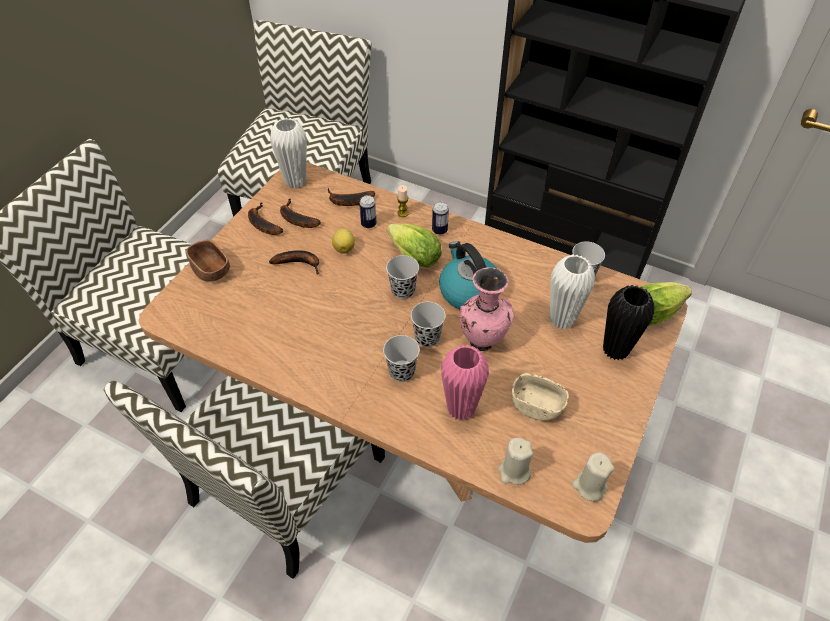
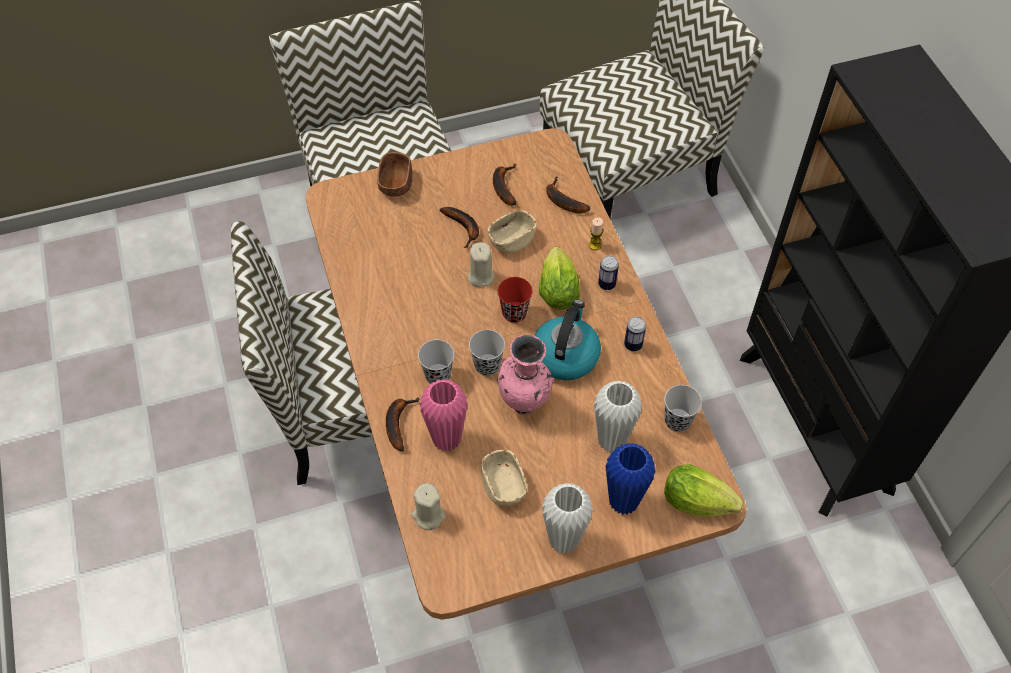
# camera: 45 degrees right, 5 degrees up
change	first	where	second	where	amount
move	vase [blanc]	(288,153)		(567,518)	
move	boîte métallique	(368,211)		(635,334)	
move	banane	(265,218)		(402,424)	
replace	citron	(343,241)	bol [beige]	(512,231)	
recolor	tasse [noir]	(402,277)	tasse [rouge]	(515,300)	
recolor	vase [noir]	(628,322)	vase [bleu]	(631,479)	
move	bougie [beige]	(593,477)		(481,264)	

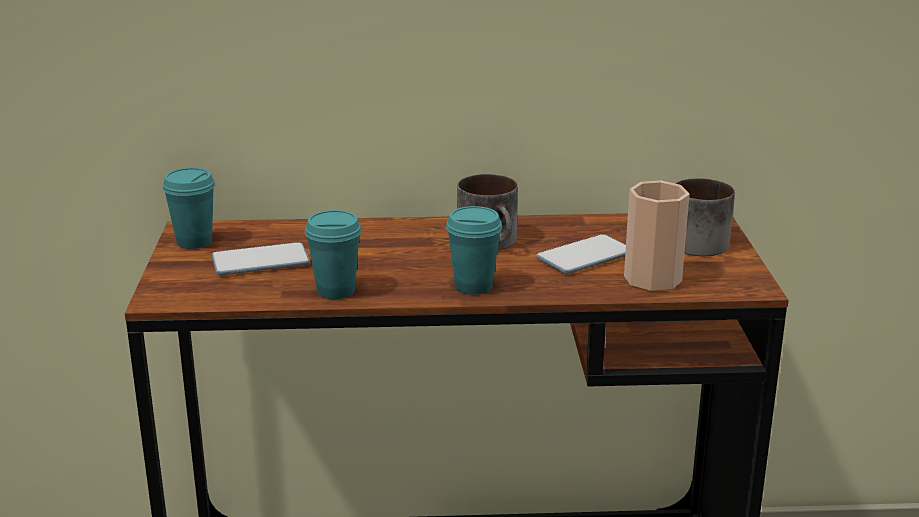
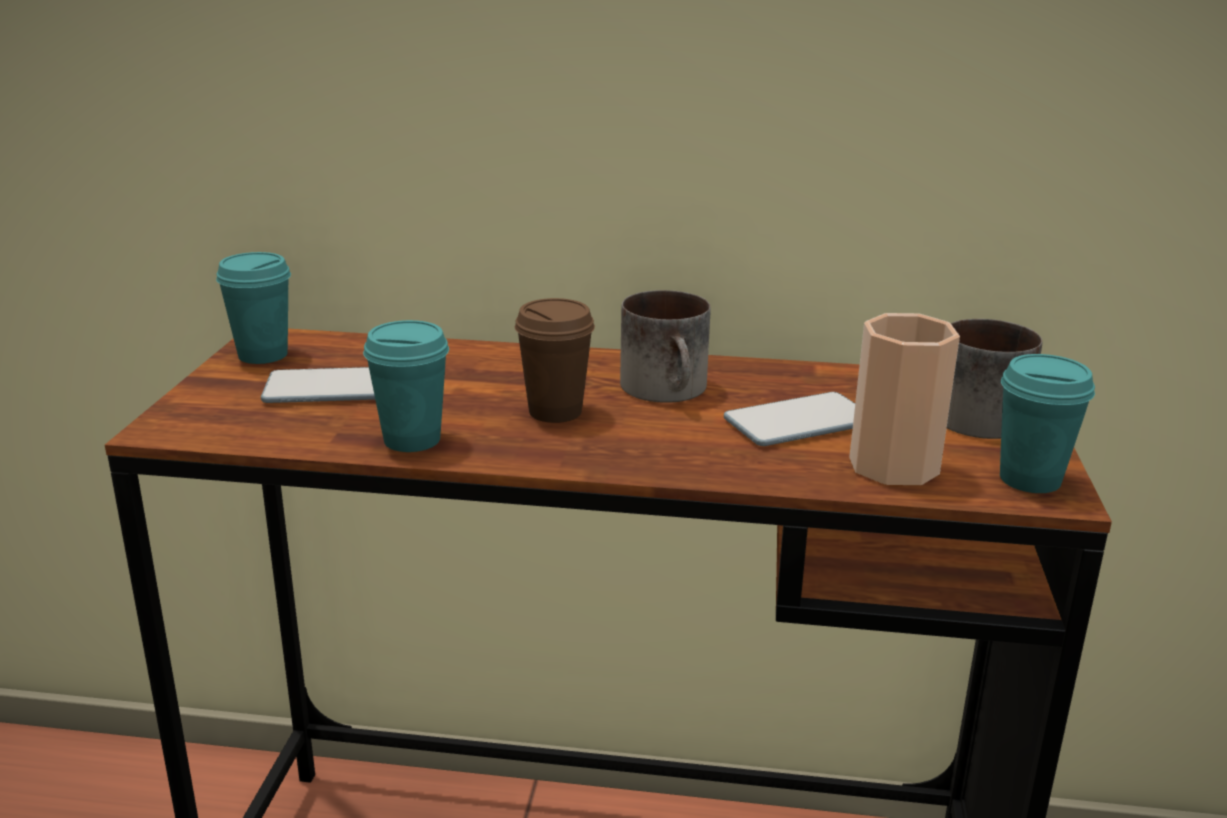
# camera: 10 degrees right, 0 degrees up
change	first	where	second	where	amount
move	tasse [turquoise]	(474,250)		(1047,423)	
insert			tasse [marron]	(555,360)	

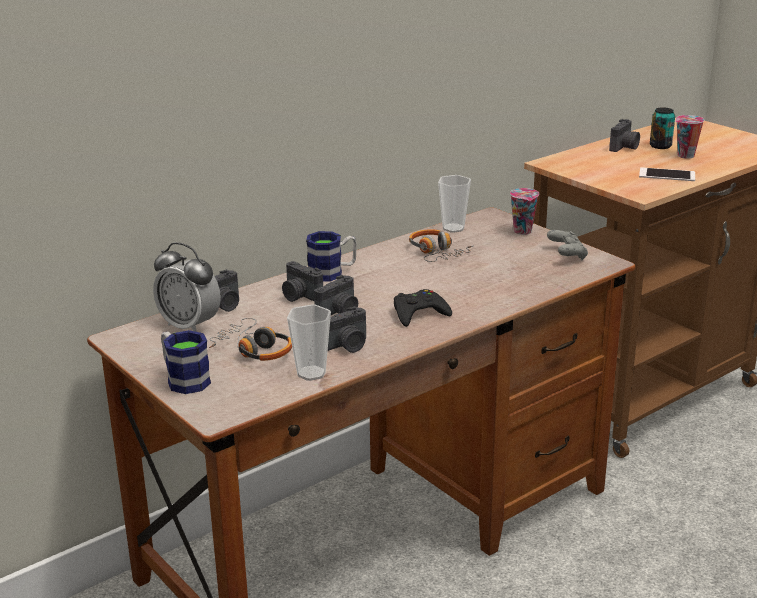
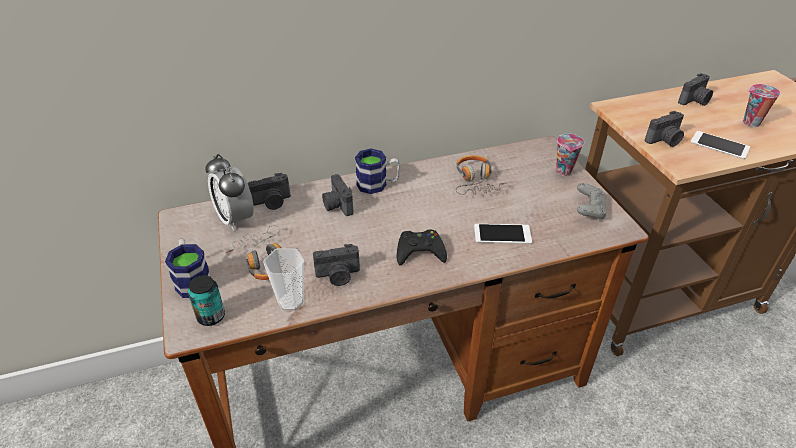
# camera: 20 degrees right, 15 degrees up
change	first	where	second	where	amount
move	boîte métallique	(662,128)		(206,300)	
delete	tasse	(454,204)			
move	appareil photo	(336,295)		(664,129)	
insert			téléphone	(503,234)	

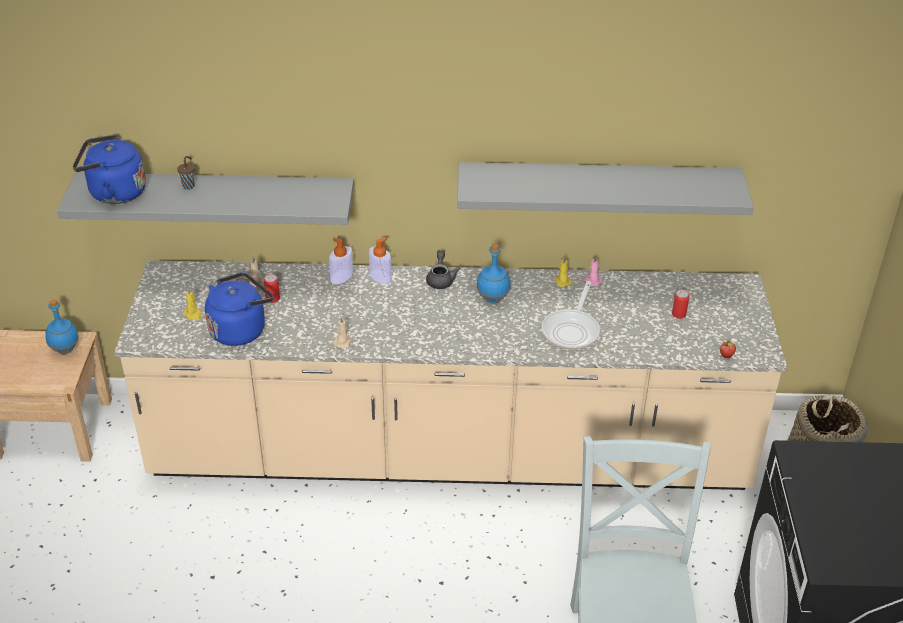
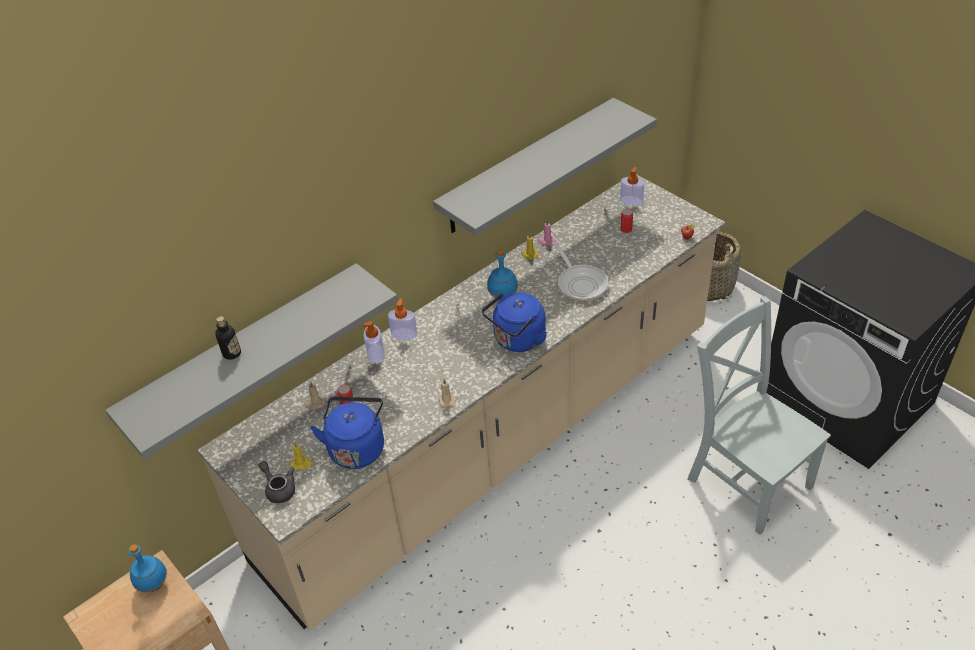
# camera: 40 degrees left, 5 degrees up
change	first	where	second	where	amount
move	bouilloire [bleu]	(109,169)		(514,322)	
replace	tasse [marron]	(186,173)	bouteille	(228,338)	
move	théière [gris]	(443,269)		(276,482)	
insert			distributeur de savon	(632,186)	

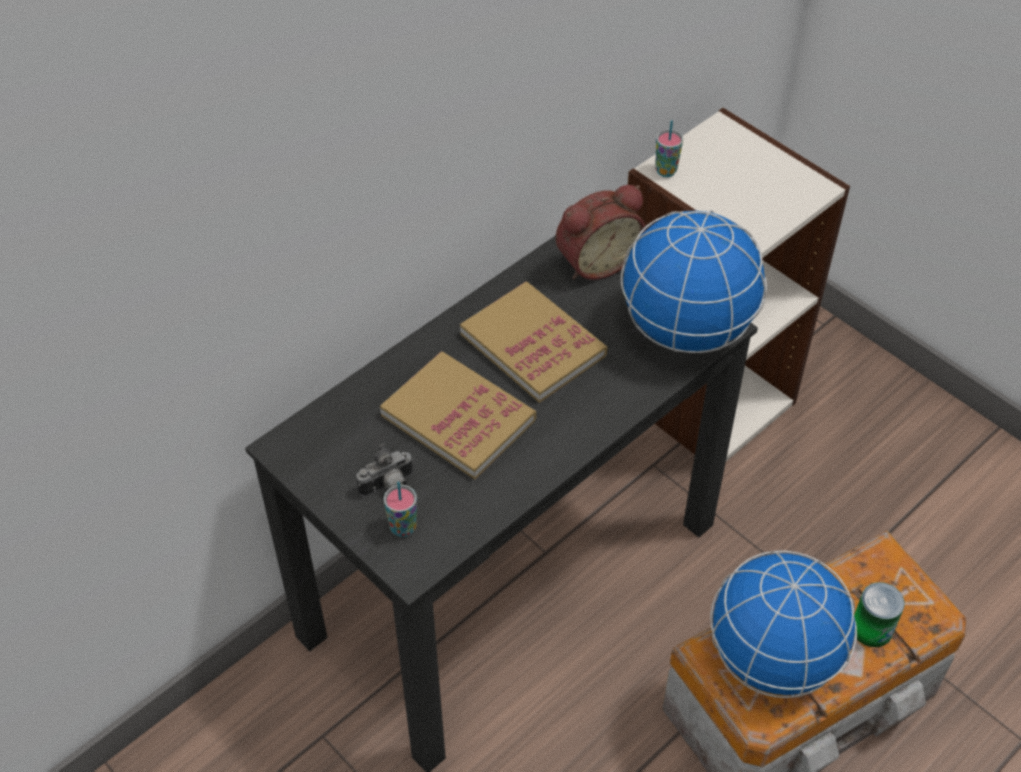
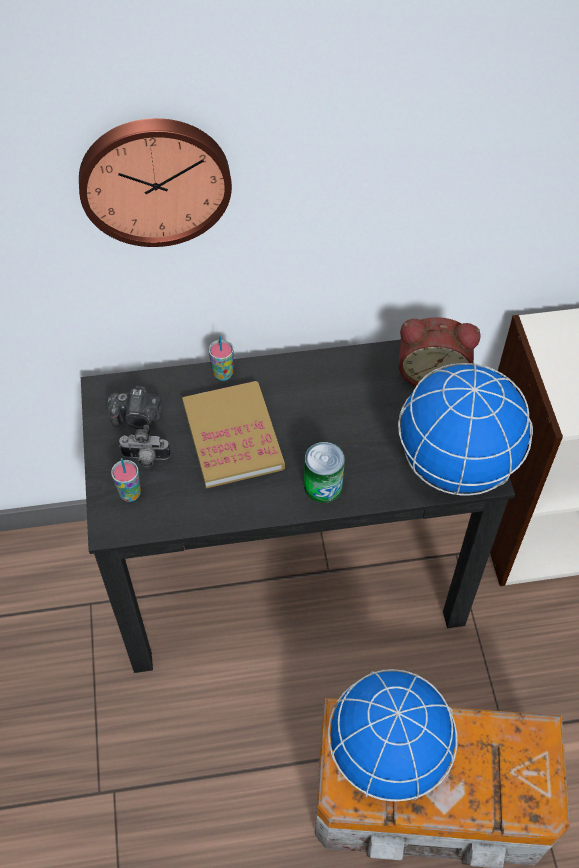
# camera: 35 degrees right, 5 degrees up
change	first	where	second	where	amount
move	tasse	(669,148)		(221,358)	
delete	livre	(533,342)			
move	boîte métallique	(879,614)		(324,472)	
insert			horloge murale	(155,182)	
insert			appareil photo	(135,407)	

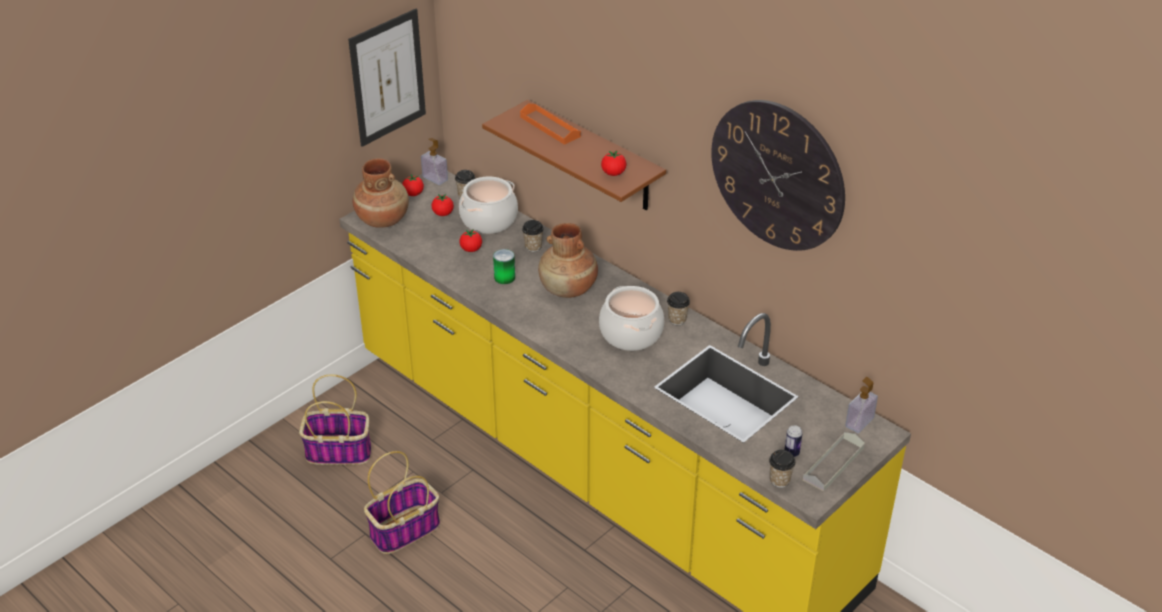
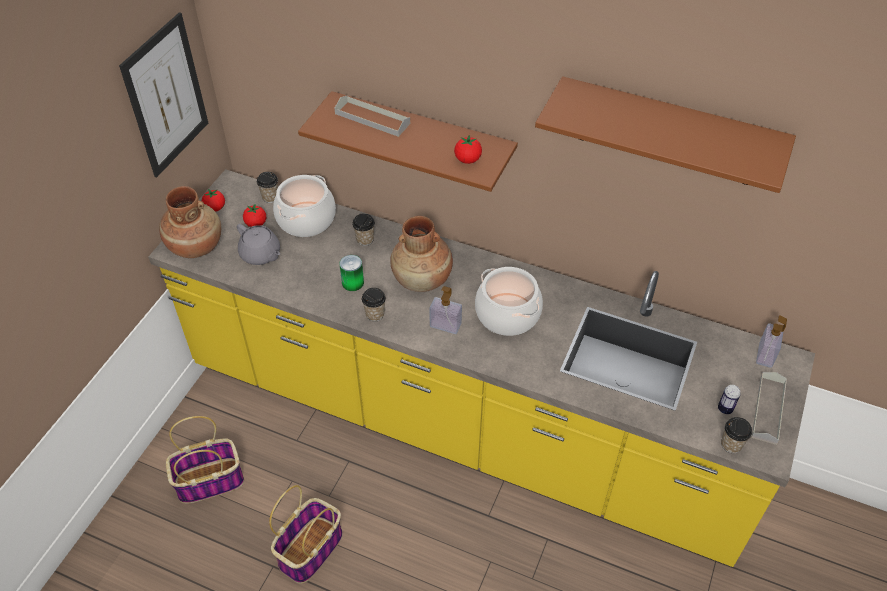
# camera: 20 degrees left, 10 degrees up
change	first	where	second	where	amount
replace	horloge murale	(778,175)	étagère [marron]	(665,134)	
recolor	plateau [orange]	(550,124)	plateau [gris]	(372,116)	
move	distributeur de savon	(434,161)		(445,310)	
delete	tomate	(470,240)			
move	tasse	(678,308)		(374,305)	
insert			théière [gris]	(258,244)	

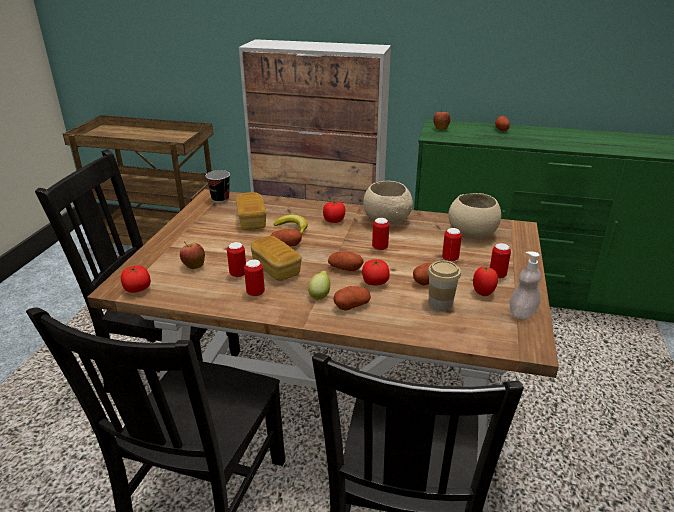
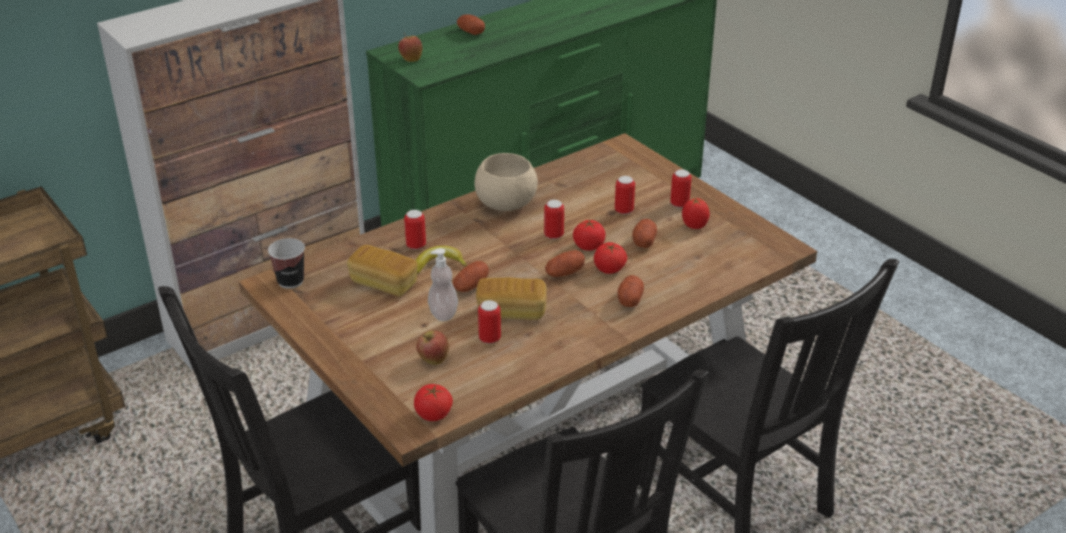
# camera: 50 degrees left, 5 degrees up
change	first	where	second	where	amount
delete	bol [beige]	(474,216)			
move	tomate	(334,212)		(589,235)	
move	distributeur de savon	(525,285)		(443,284)	
move	boîte métallique	(254,277)		(415,230)	
delete	tasse	(444,285)			
delete	citron	(319,286)			

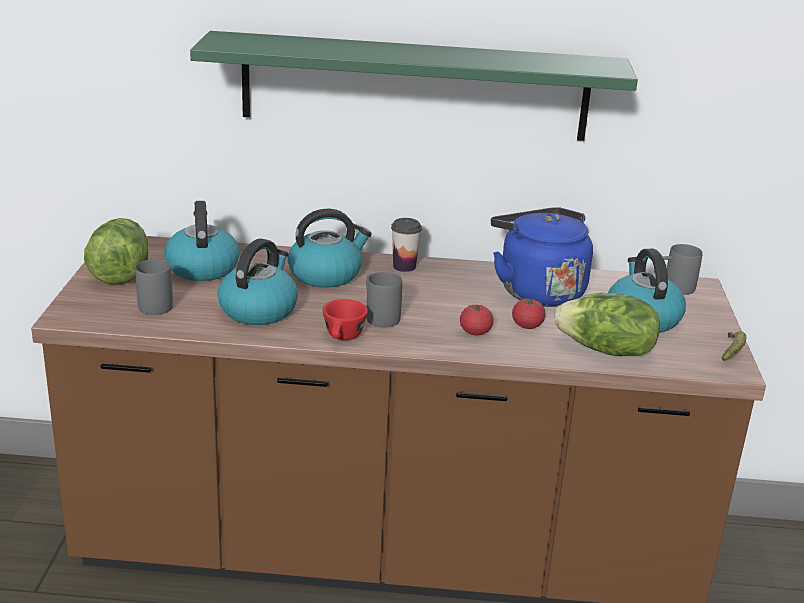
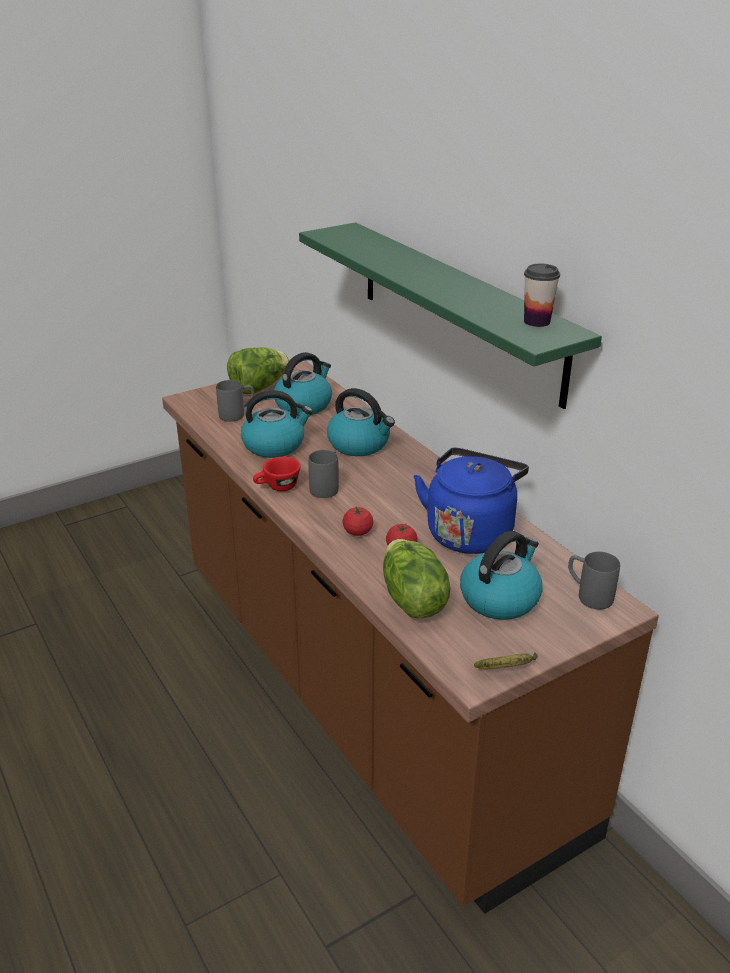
# camera: 55 degrees right, 5 degrees up
change	first	where	second	where	amount
move	tasse	(406,245)		(542,295)	

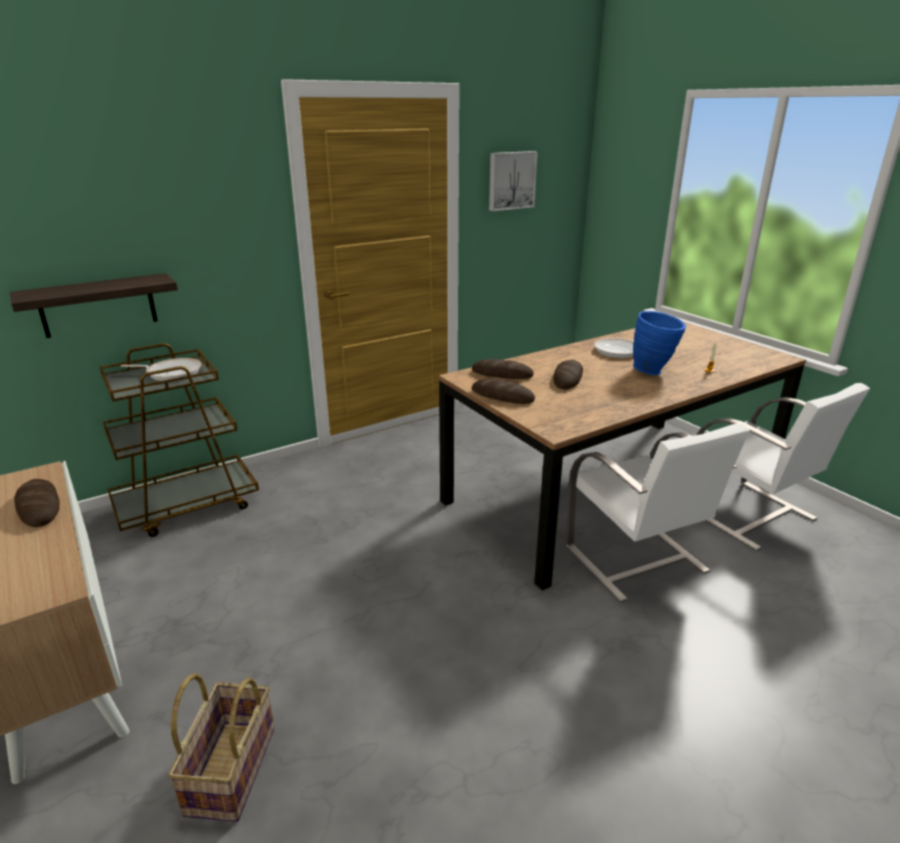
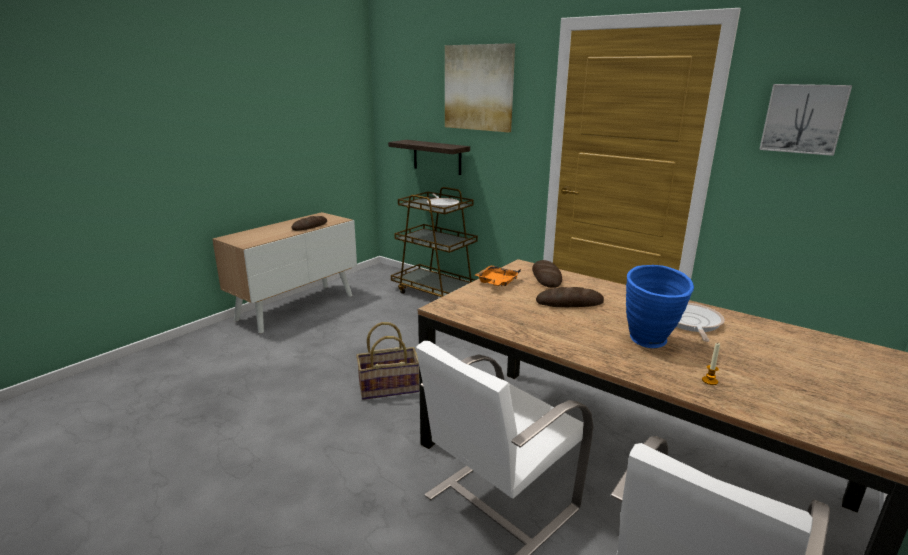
# camera: 70 degrees right, 5 degrees down
change	first	where	second	where	amount
replace	pain	(503,391)	plateau [orange]	(498,275)	
move	panier	(221,747)		(387,361)	
insert			tableau	(480,88)	

